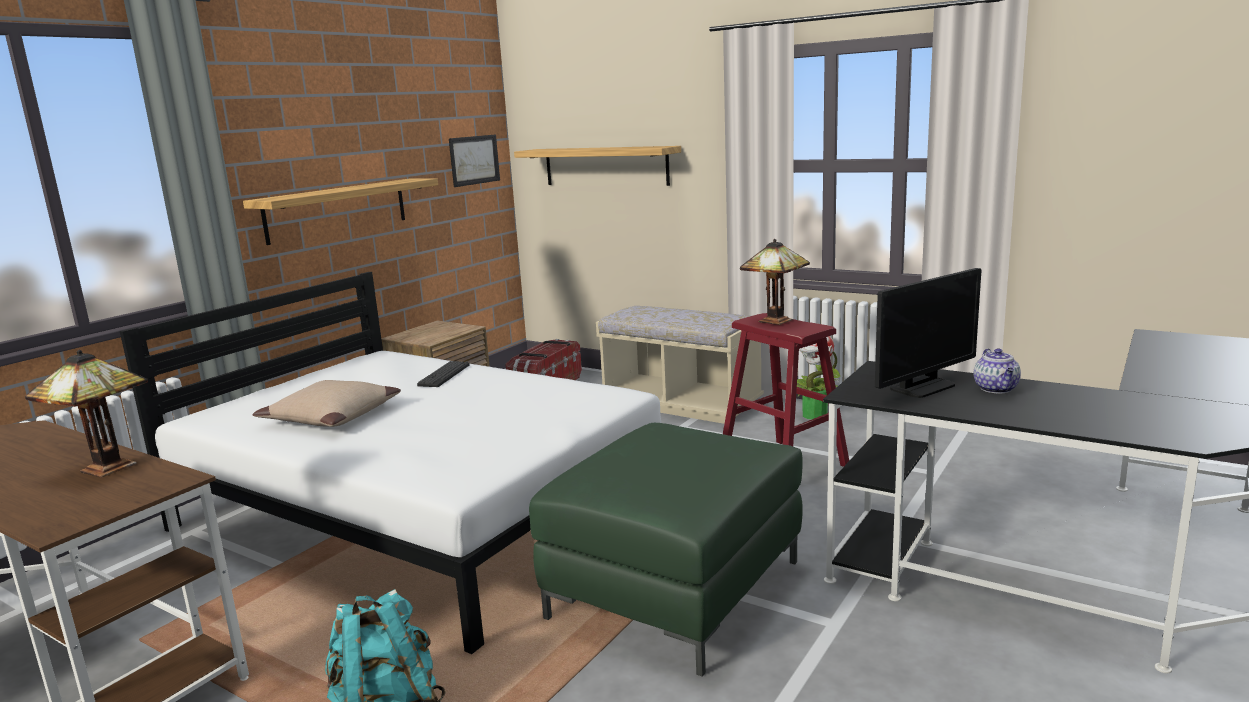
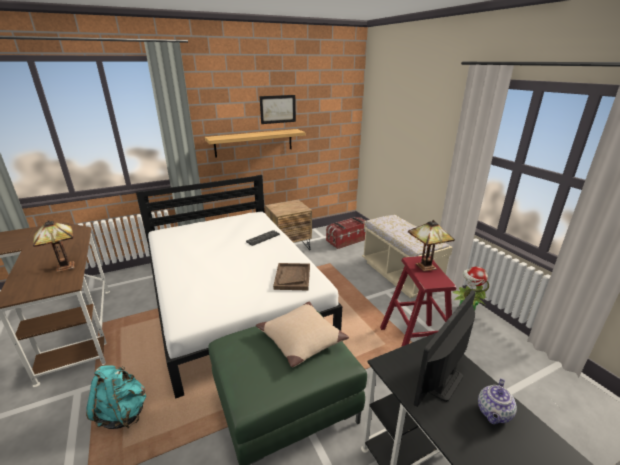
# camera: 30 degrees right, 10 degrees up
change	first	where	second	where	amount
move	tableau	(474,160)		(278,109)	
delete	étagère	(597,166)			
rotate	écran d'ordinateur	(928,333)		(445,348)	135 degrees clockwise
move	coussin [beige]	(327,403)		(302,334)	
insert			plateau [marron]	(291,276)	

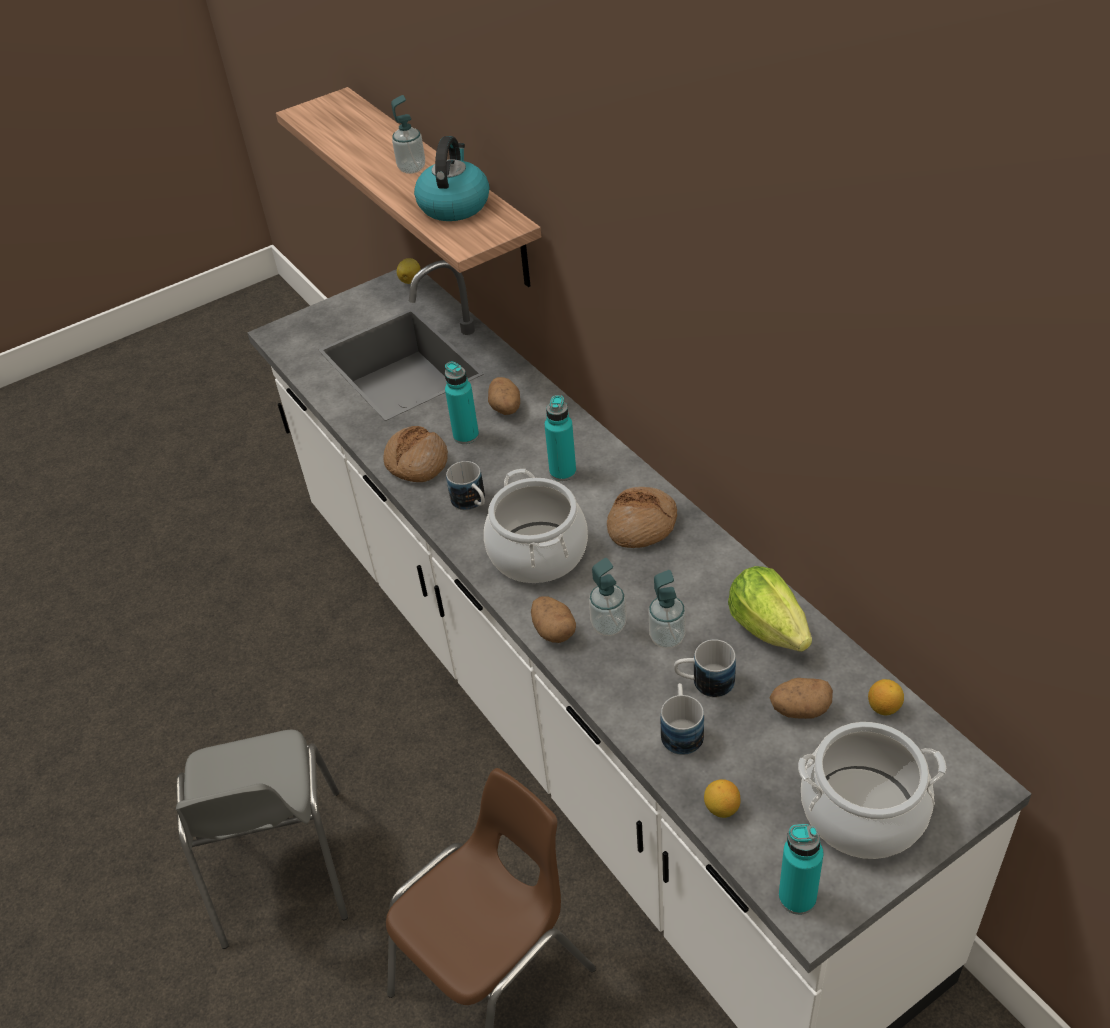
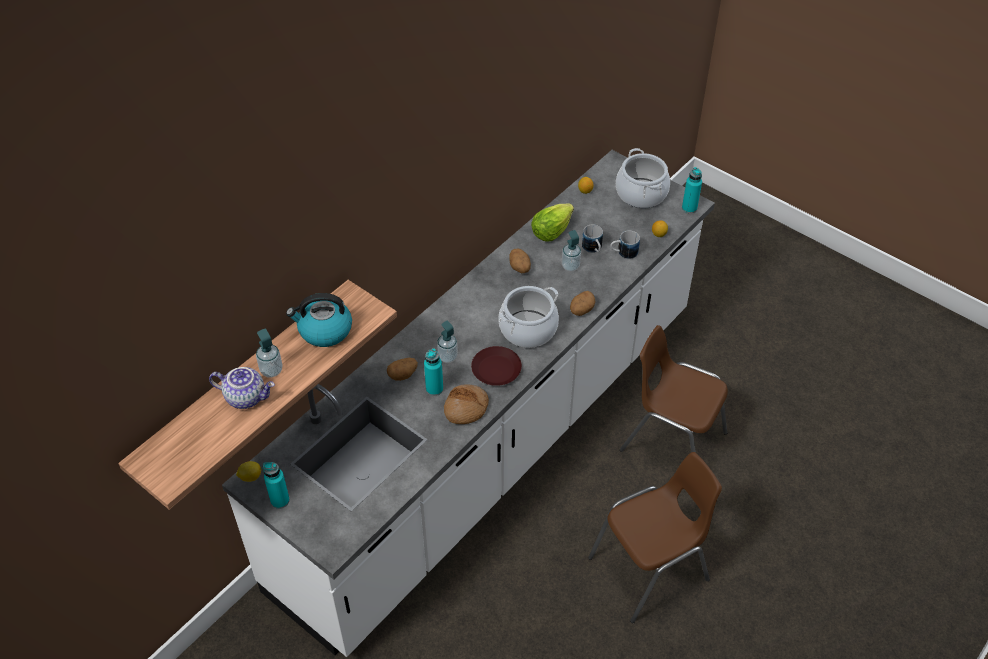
# camera: 110 degrees left, 5 degrees up
change	first	where	second	where	amount
move	bouteille [turquoise]	(560,438)		(276,485)	
replace	mug	(465,485)	assiette [marron]	(496,366)	
delete	pain	(642,517)			
move	distributeur de savon	(608,597)		(447,342)	
move	pomme de terre	(801,698)		(520,261)	
recolor	chaise [gris]	(262,839)	chaise [marron]	(655,537)	
insert			théière	(242,388)	

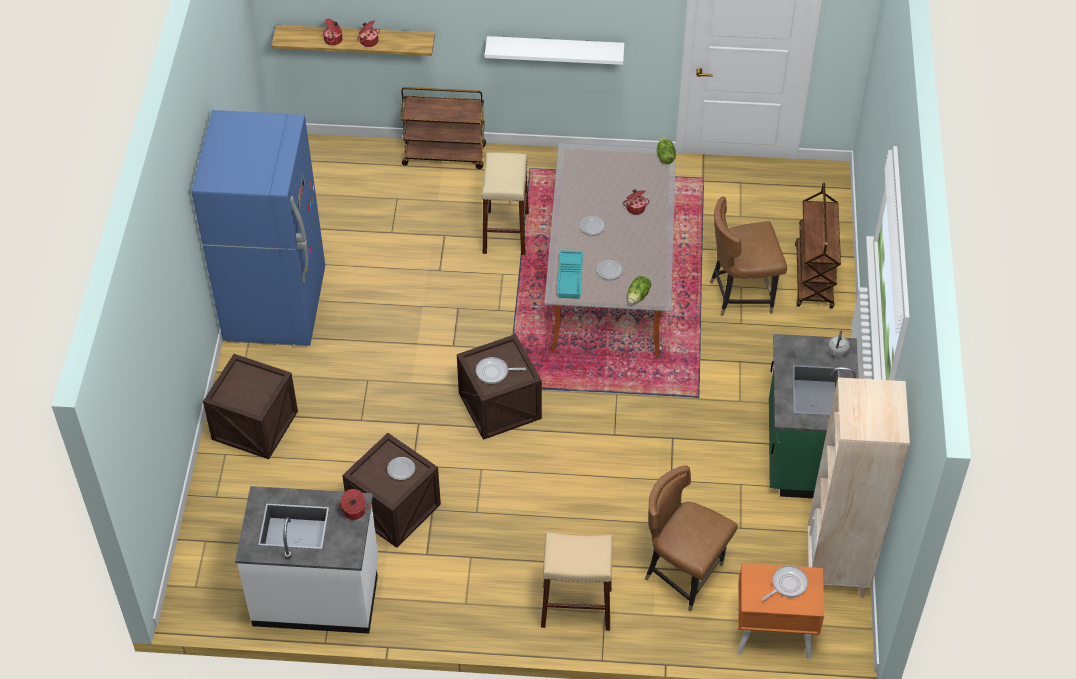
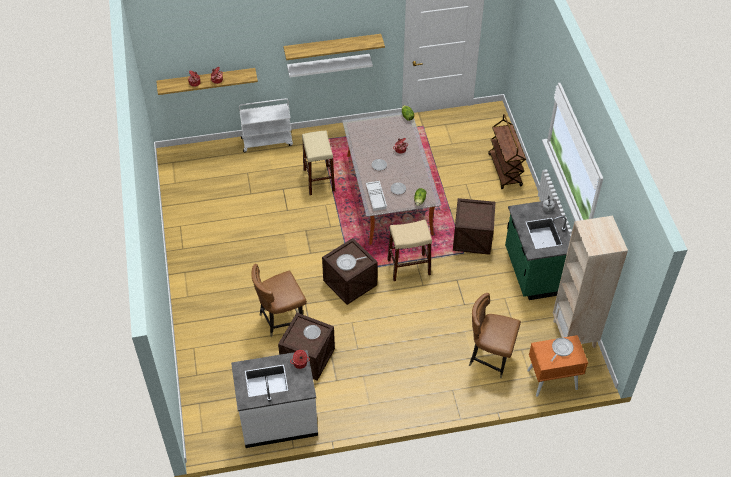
# camera: 15 degrees left, 0 degrees up
change	first	where	second	where	amount
recolor	chariot [marron]	(443,128)	chariot [blanc]	(266,125)	
delete	réfrigérateur [bleu]	(258,228)			
move	chaise [marron]	(748,256)		(279,300)	
recolor	plateau [turquoise]	(570,274)	plateau [blanc]	(376,196)	
move	caisse	(250,406)		(474,226)	
move	tabouret [beige]	(577,581)		(409,250)	
insert			étagère	(334,47)	

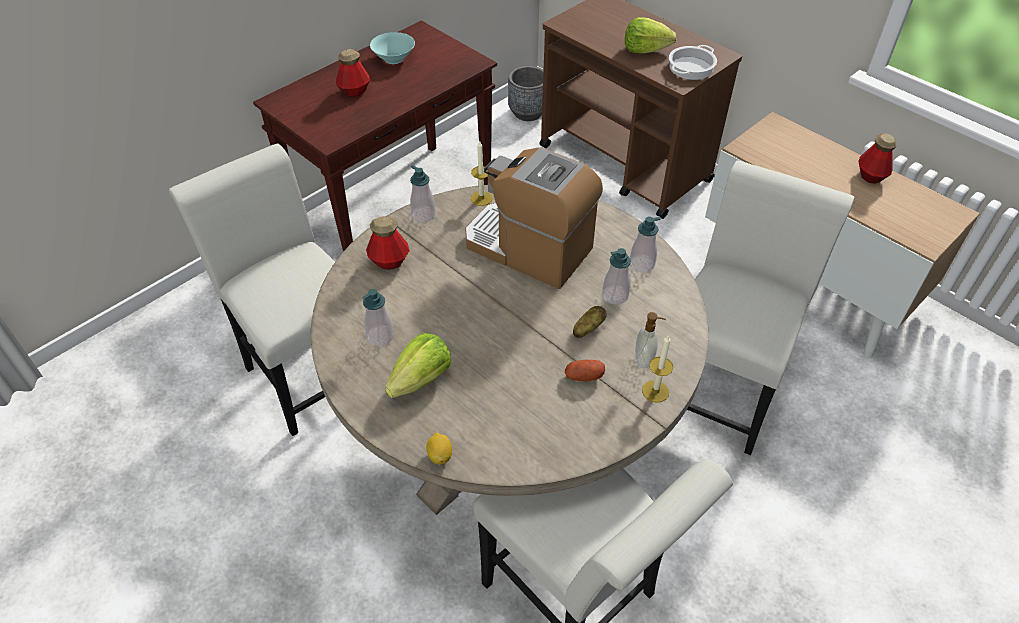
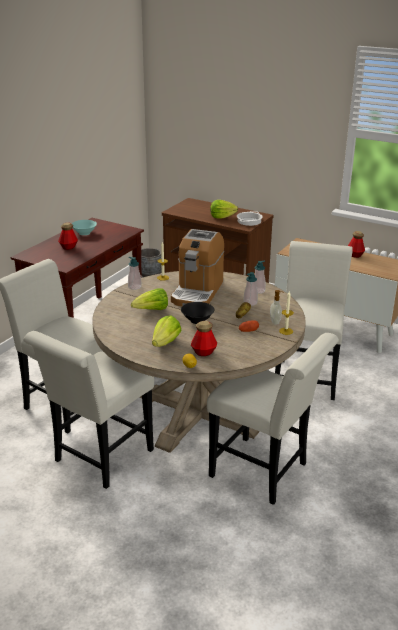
# camera: 15 degrees left, 20 degrees down
change	first	where	second	where	amount
rotate	machine à café	(534,218)		(197,267)	90 degrees counterclockwise
move	bouteille	(388,243)		(204,338)	
delete	distributeur de savon	(378,317)			
insert			laitue	(149,299)	
insert			bol [noir]	(197,313)	
insert			chaise [blanc]	(89,410)	

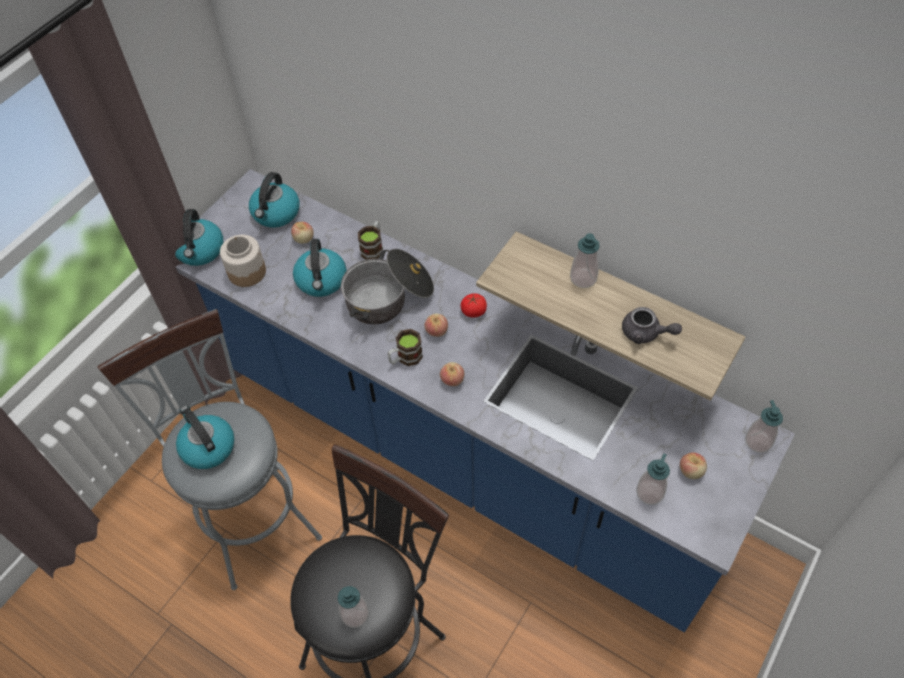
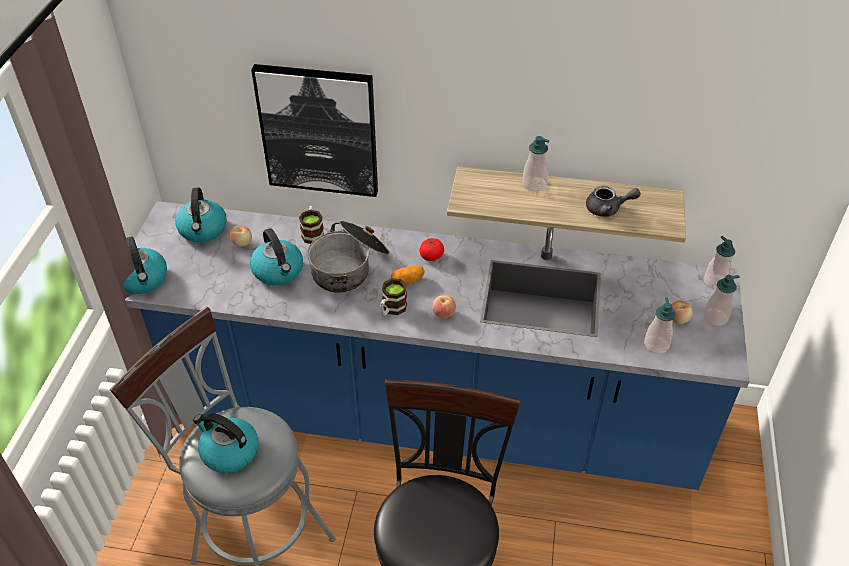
# camera: 25 degrees left, 10 degrees down
change	first	where	second	where	amount
delete	bocal	(243,261)			
replace	pomme	(436,325)	pomme de terre	(408,275)	
move	distributeur de savon	(353,607)		(722,300)	
insert			tableau	(314,130)	

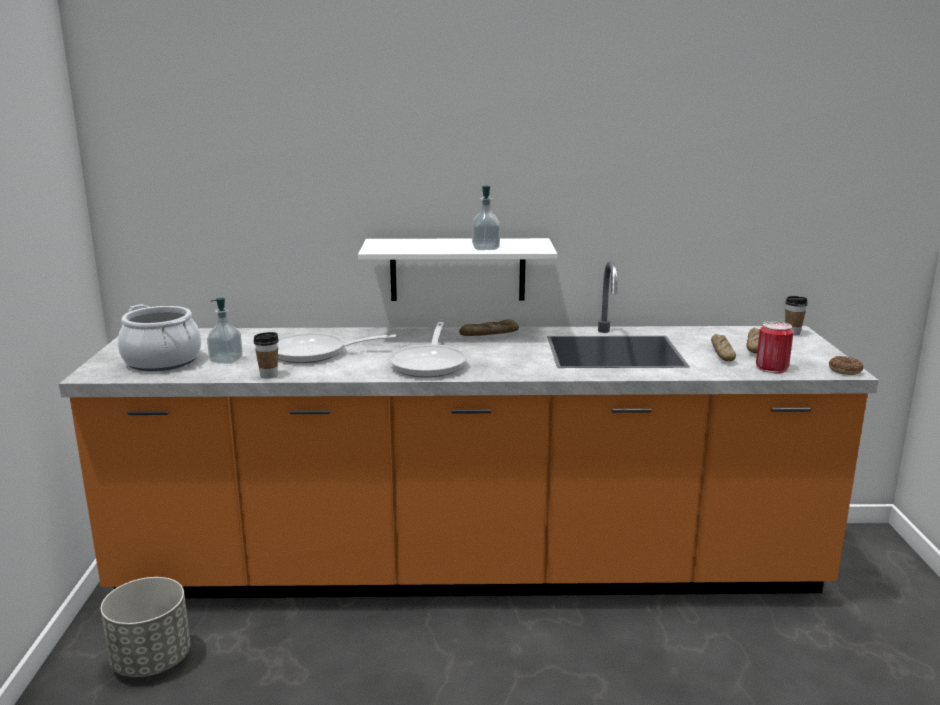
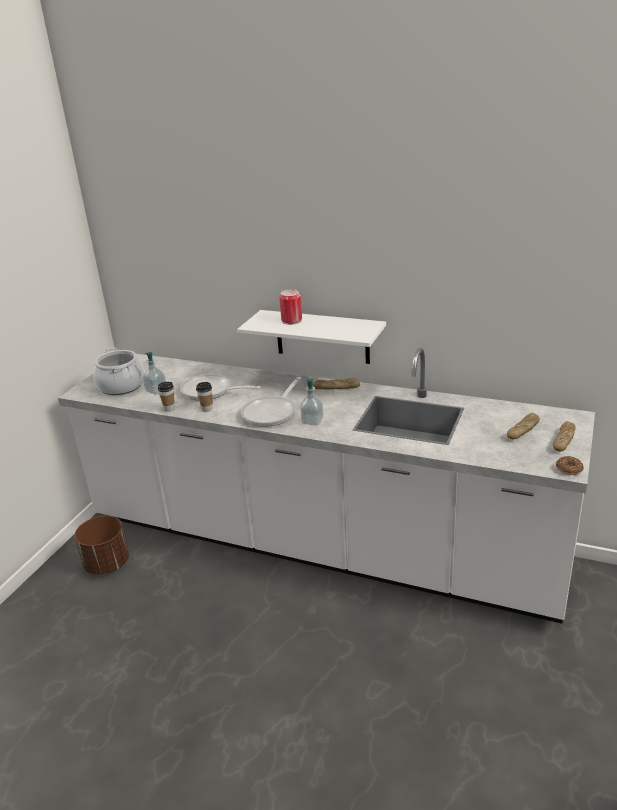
# camera: 25 degrees right, 10 degrees up
change	first	where	second	where	amount
move	distributeur de savon	(486,218)		(311,402)	
recolor	comptoir de cuisine [orange]	(469,430)	comptoir de cuisine [blanc]	(326,486)	
move	tasse	(796,316)		(204,397)	
move	boîte métallique	(775,347)		(290,307)	
move	pain	(723,347)		(564,436)	
recolor	cache-pot [gris]	(146,627)	cache-pot [marron]	(102,545)	

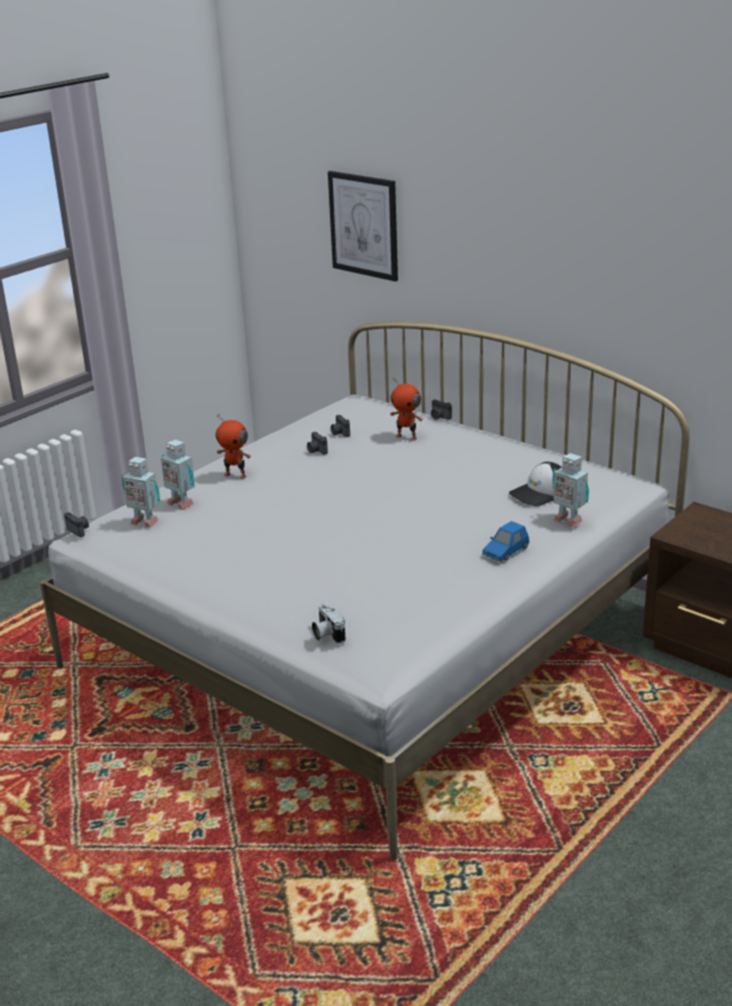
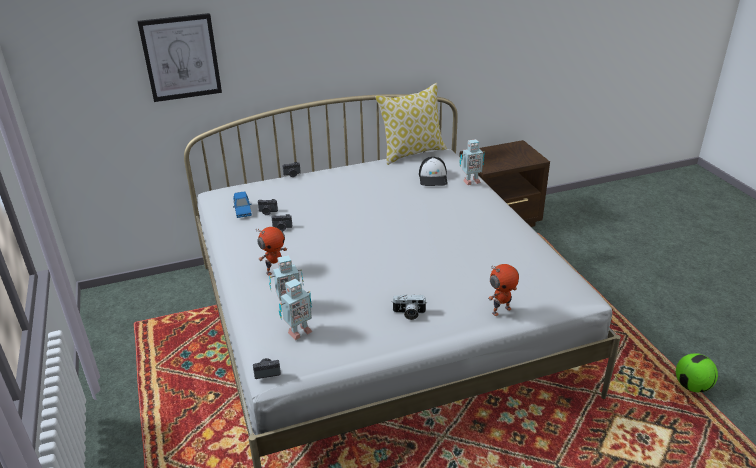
# camera: 60 degrees left, 5 degrees up
change	first	where	second	where	amount
move	robot jouet	(406,409)		(503,290)	
move	petite voiture [bleu]	(505,541)		(242,204)	
move	appareil photo	(329,623)		(409,307)	
insert			coussin	(411,124)	
insert			ballon de foot	(697,372)	

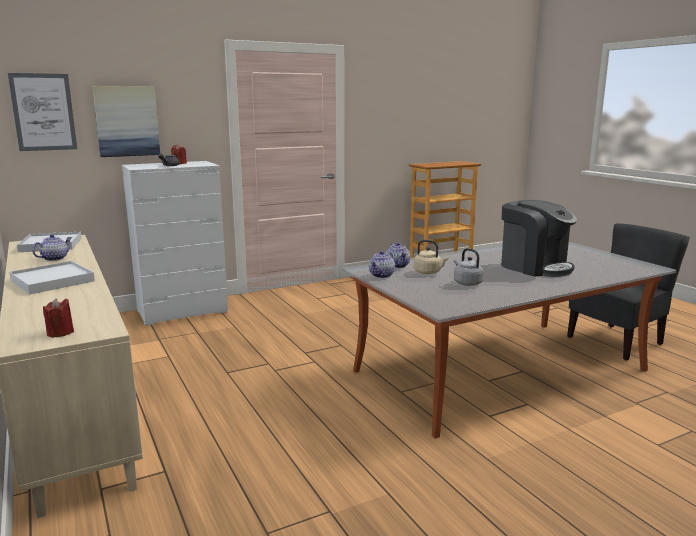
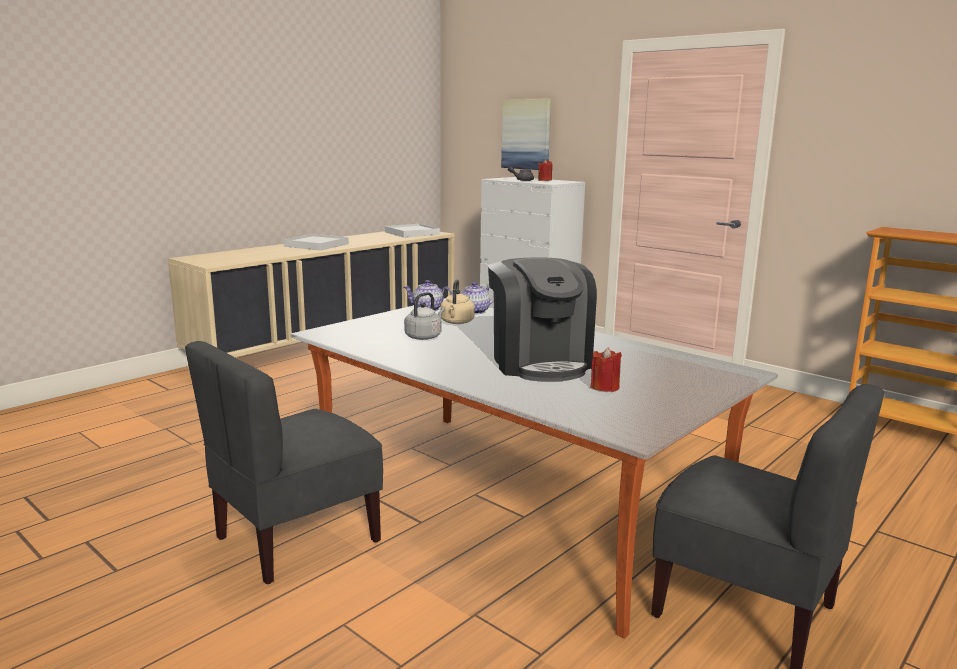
# camera: 70 degrees right, 0 degrees up
change	first	where	second	where	amount
delete	tableau	(42,112)			
rotate	machine à café	(539,238)		(542,319)	45 degrees counterclockwise
delete	théière	(52,247)			
move	bougie [rouge]	(58,318)		(606,369)	
insert			chaise [gris]	(284,462)	

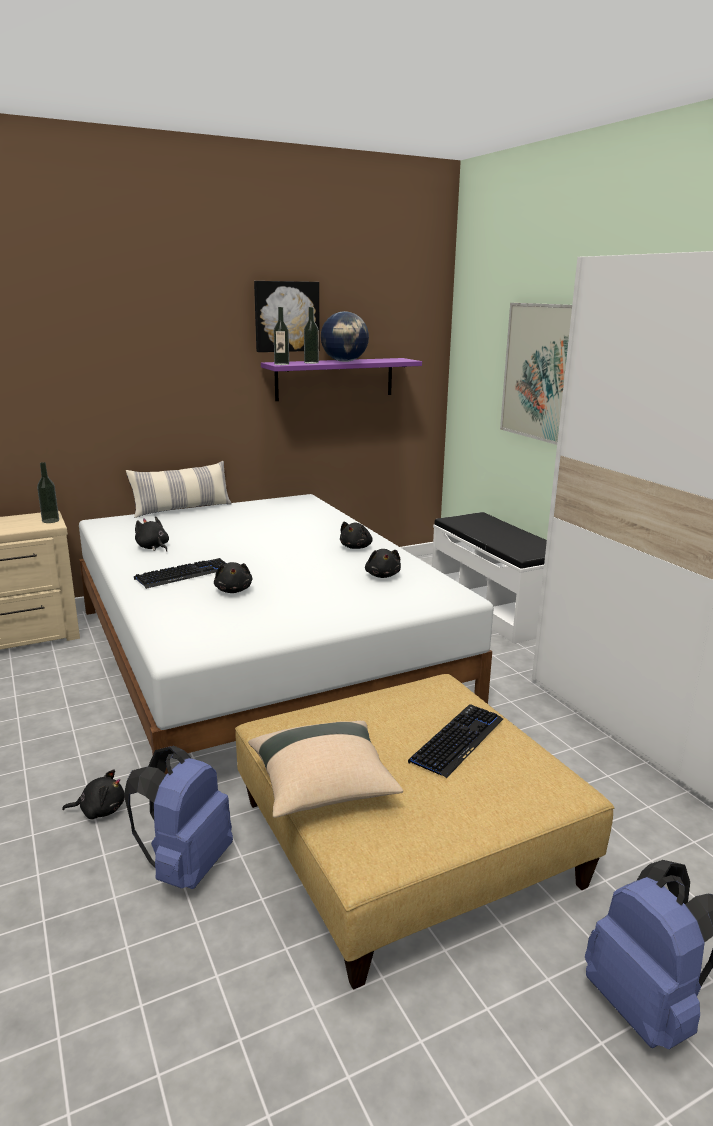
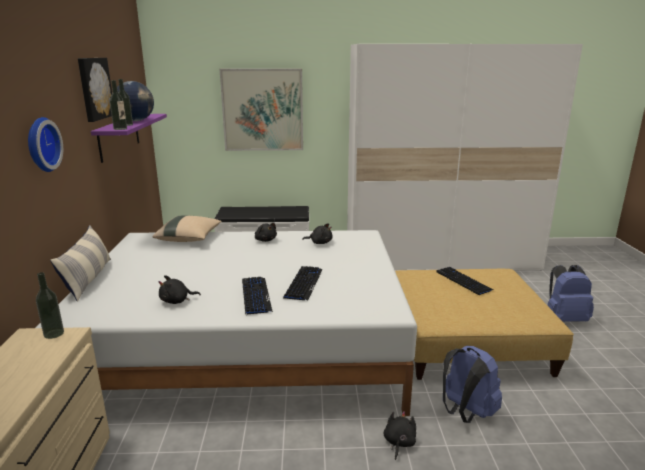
# camera: 65 degrees left, 0 degrees up
change	first	where	second	where	amount
replace	peluche [noir]	(233,577)	clavier	(302,283)	
move	coussin [beige]	(325,769)		(187,228)	
insert			horloge murale	(45,144)	

